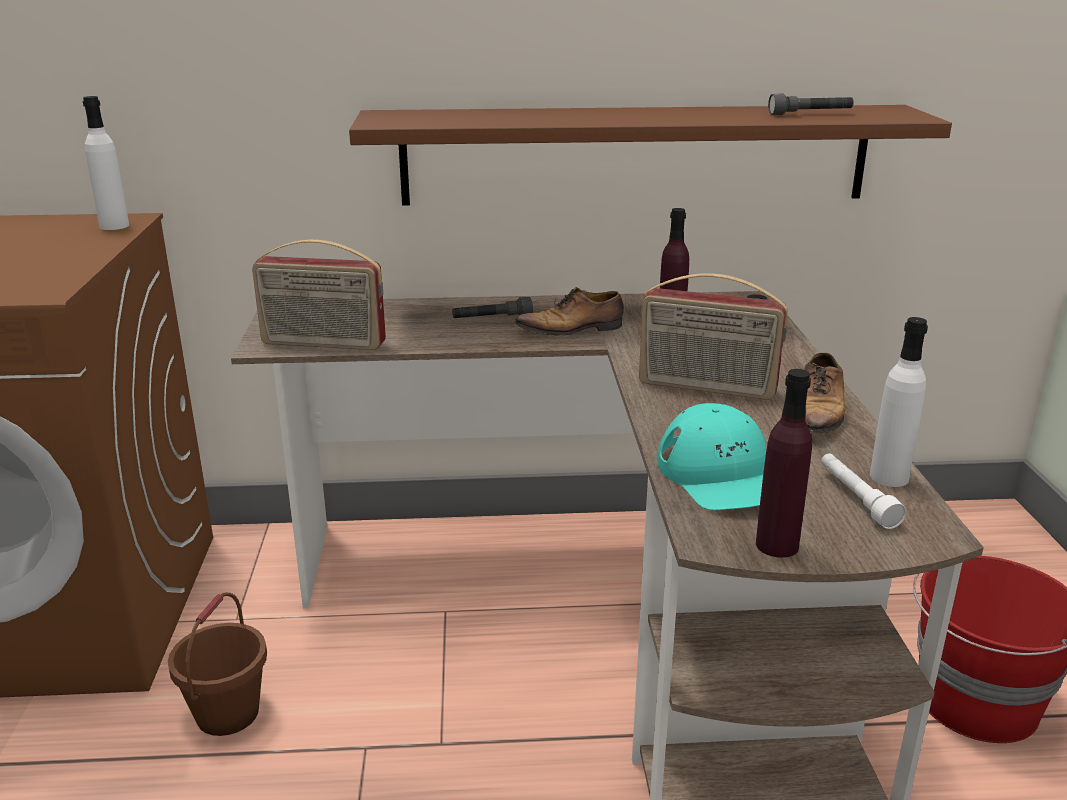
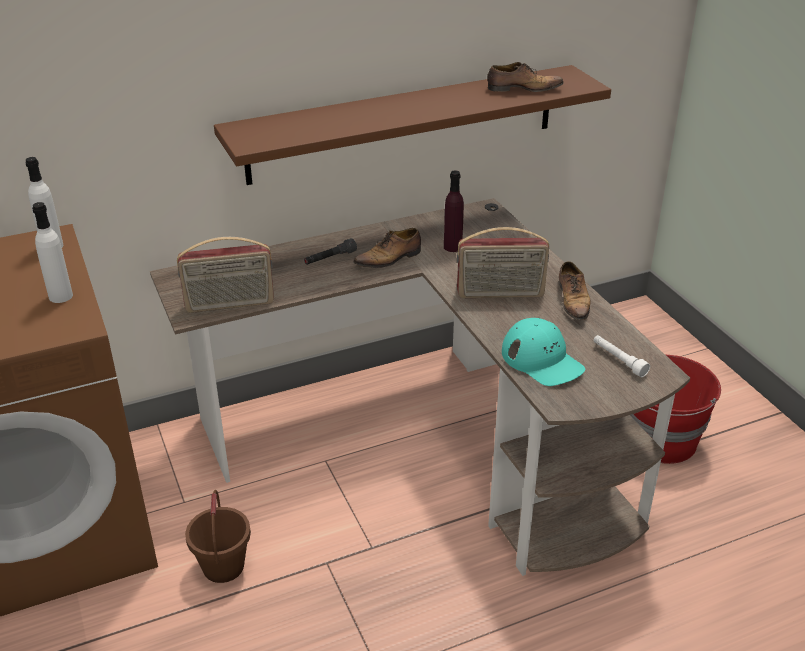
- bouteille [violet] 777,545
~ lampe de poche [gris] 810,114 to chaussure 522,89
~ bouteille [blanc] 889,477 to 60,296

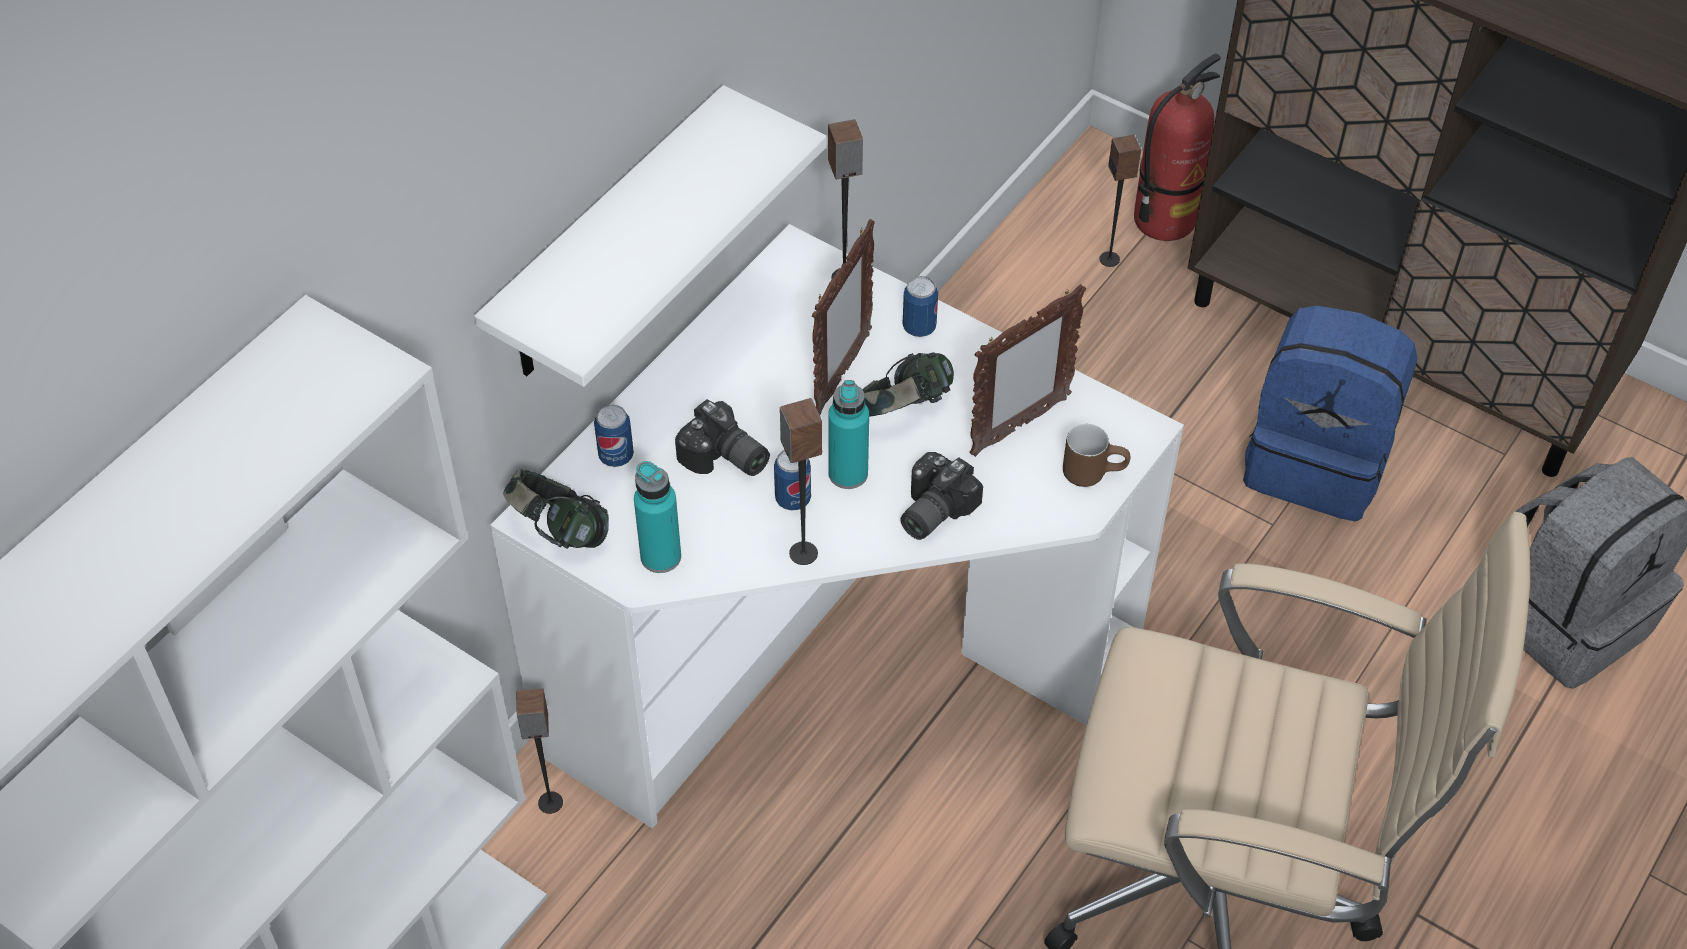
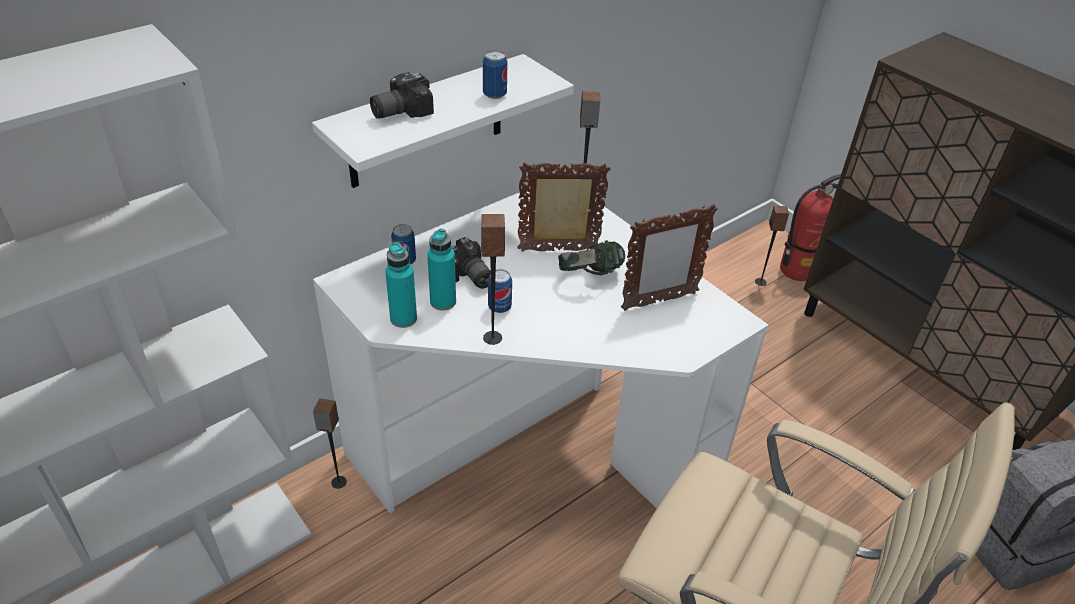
- casque audio 559,531
~ cadre photo 842,375 = 559,251 135 degrees counterclockwise
~ bouteille [turquoise] 848,473 to 443,302
~ appareil photo 930,510 to 399,110
~ boîte métallique 919,327 to 494,95
- mug [marron] 1093,471
- sac à dos [bleu] 1317,462

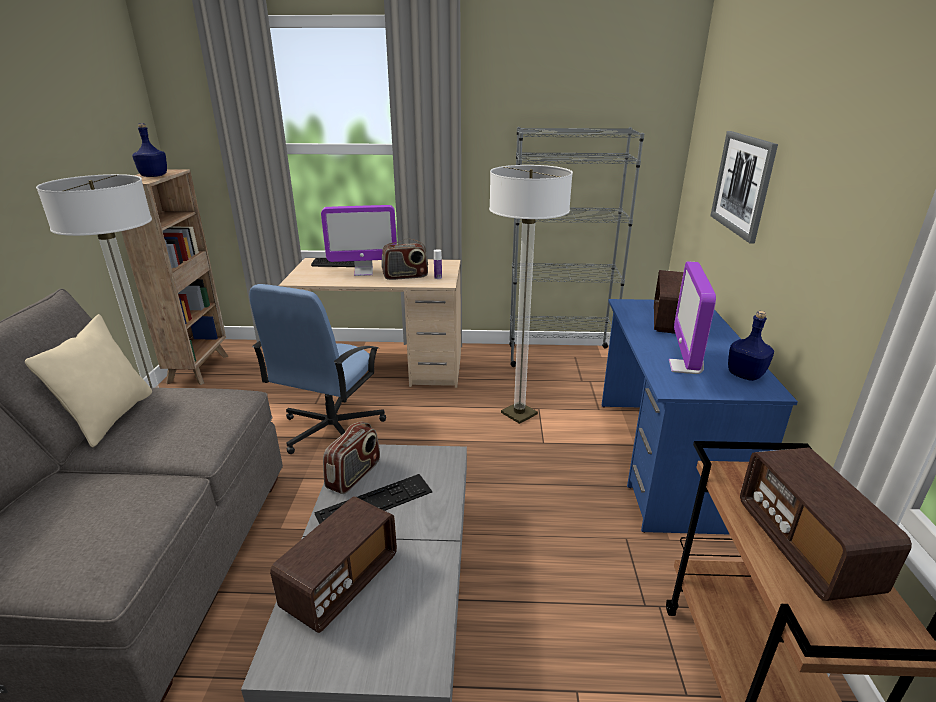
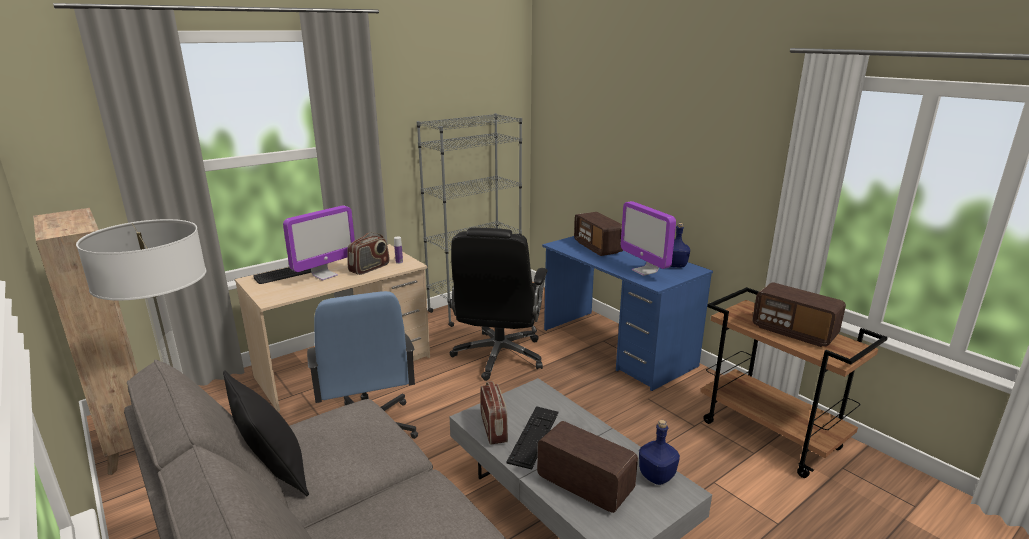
~ coussin [beige] 110,417 to coussin [noir] 274,472
~ bouteille [bleu] 154,176 to 657,476
~ radio 341,583 = 584,485 45 degrees counterclockwise
~ lampadaire 519,414 to chaise de bureau [noir] 499,357
- tableau 742,184

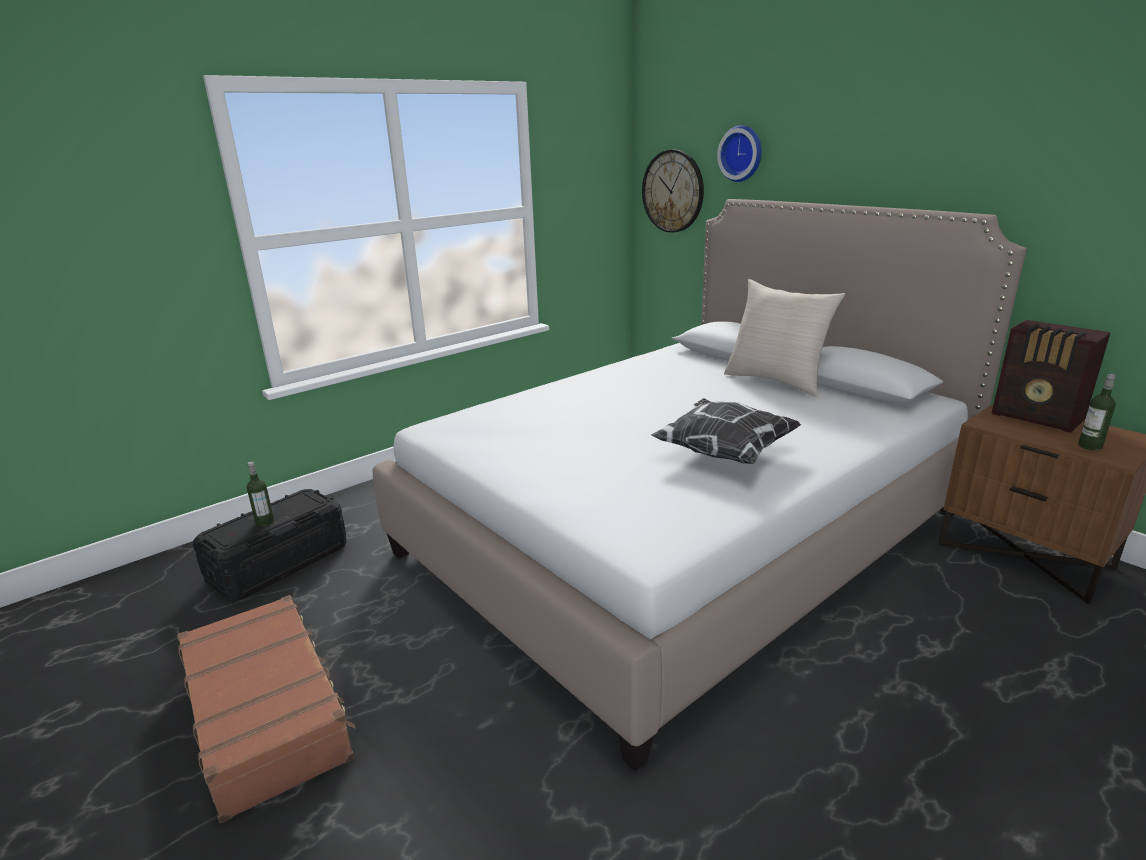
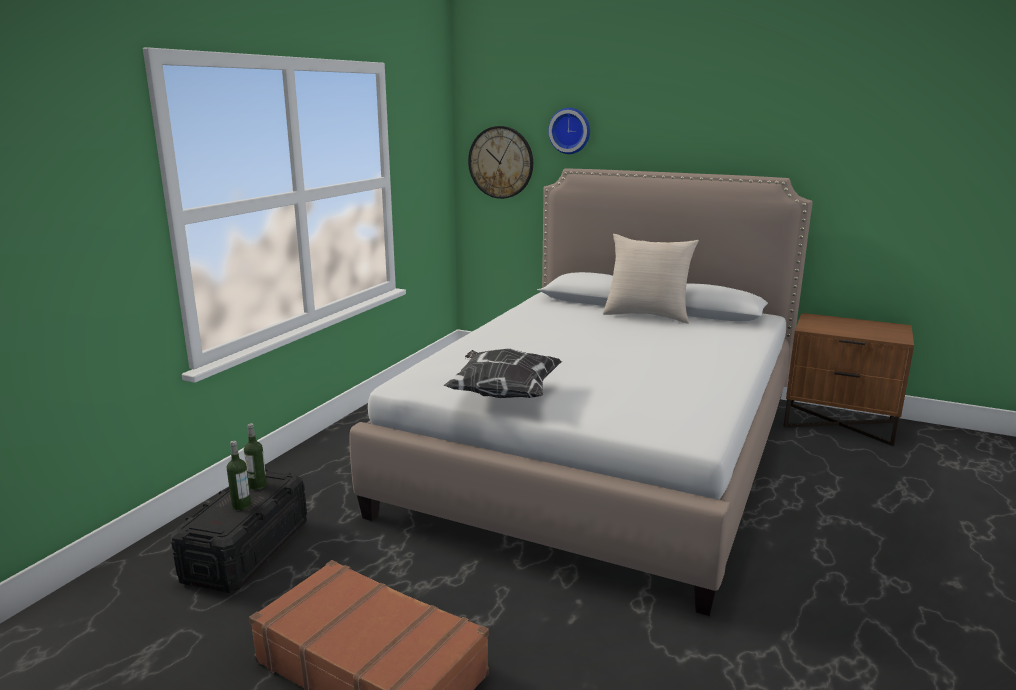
~ coussin 723,452 to 503,394
- radio 1038,418
~ bouteille 1090,446 to 257,485

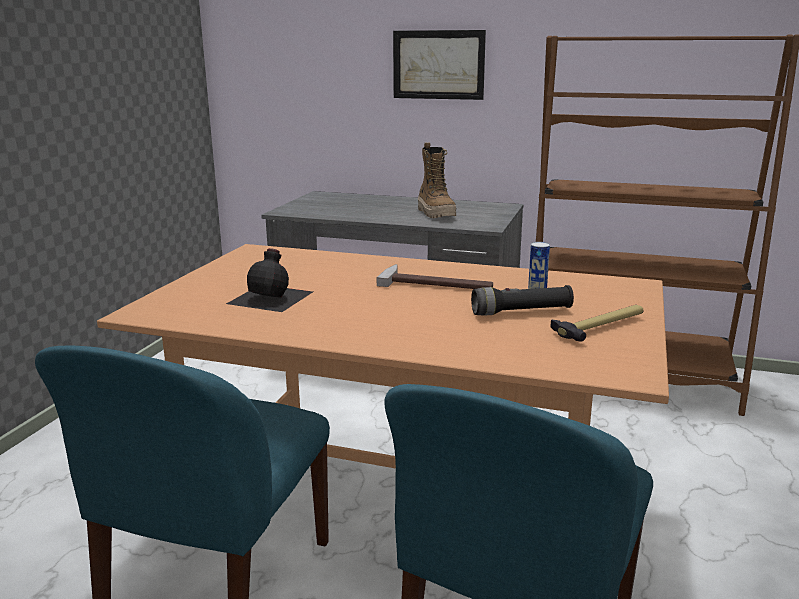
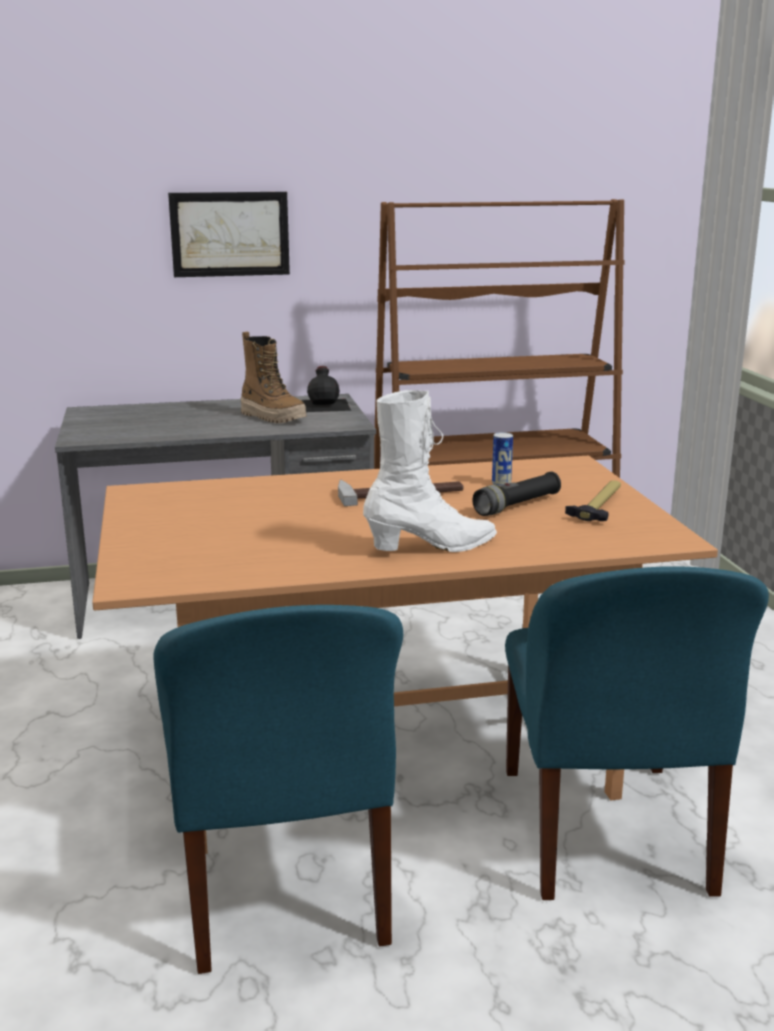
~ bouteille [noir] 272,297 to 324,405
+ botte [blanc] 432,547

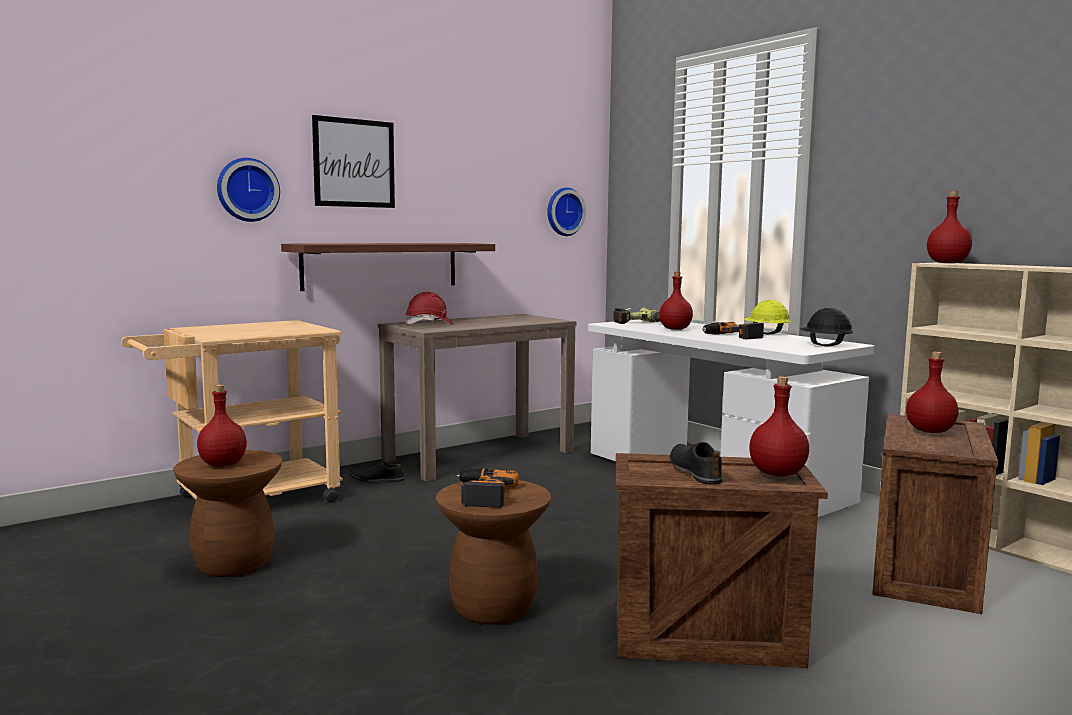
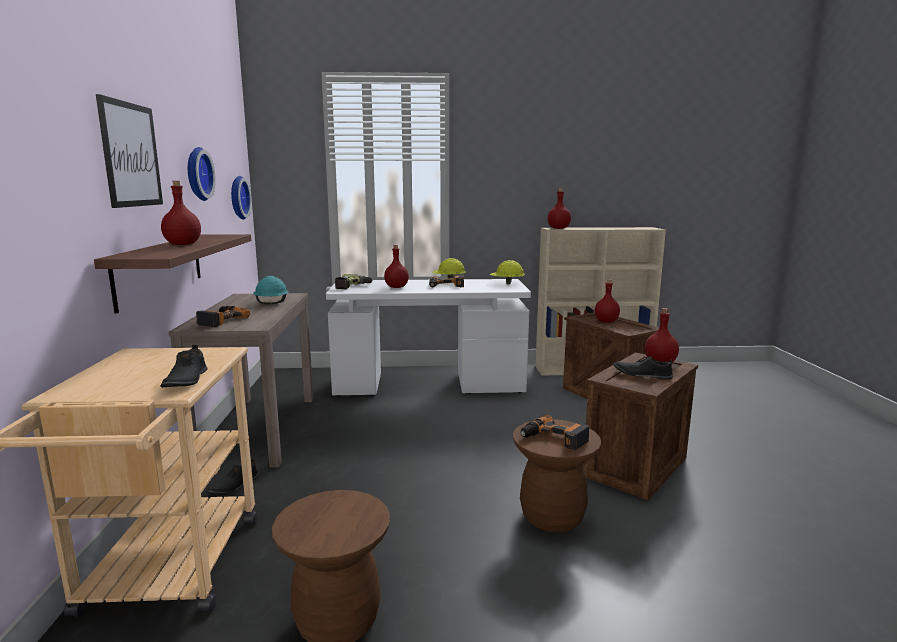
~ bouteille [rouge] 224,464 to 183,244
~ horloge murale 247,190 to 196,174
~ casque de chantier [rouge] 429,324 to perceuse 220,320
~ casque de chantier [noir] 824,345 to casque de chantier [jaune] 507,283
+ chaussure [noir] 185,380
+ casque de chantier [turquoise] 271,303

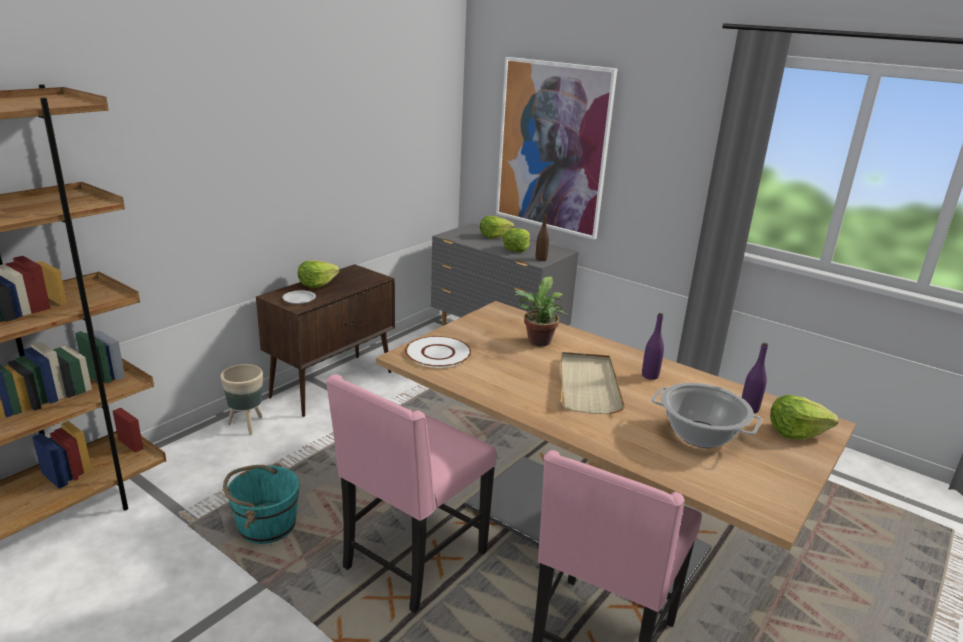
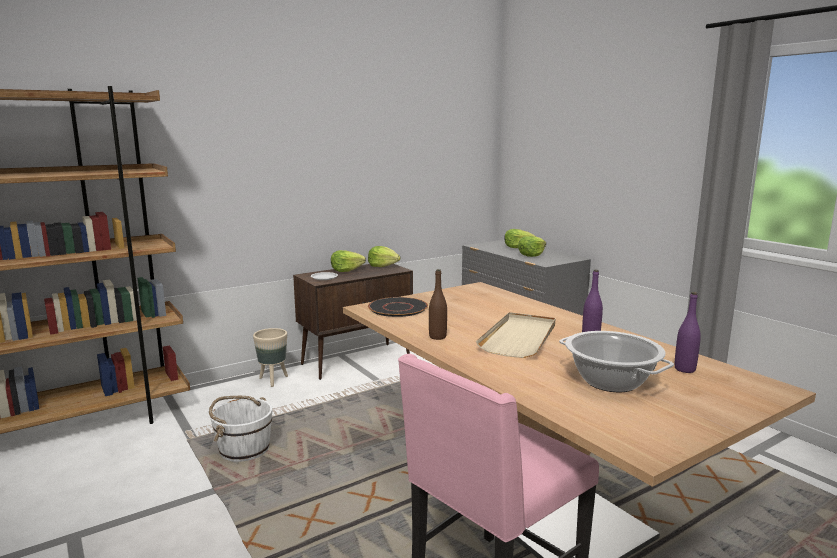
~ seau [turquoise] 266,525 to seau [blanc] 244,449
- chaise [rose] 412,561
~ assiette [blanc] 438,353 to assiette [noir] 398,308
- tableau 552,147
- plante en pot 538,342
~ bouteille [marron] 541,259 to 437,337
~ laitue 795,431 to 383,266

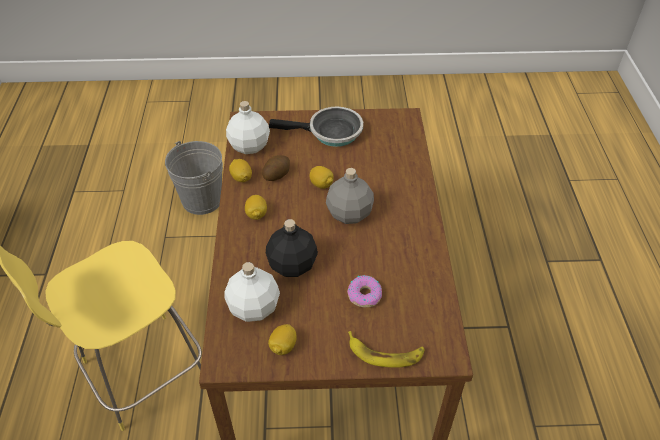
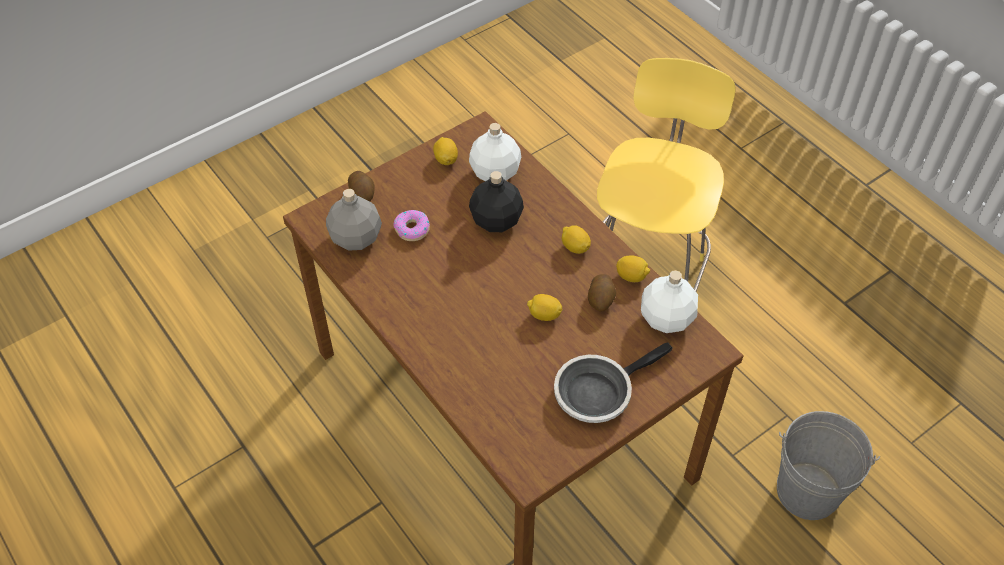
~ bouteille [gris] 349,213 to 356,238
~ banane 385,353 to pomme de terre 362,195

